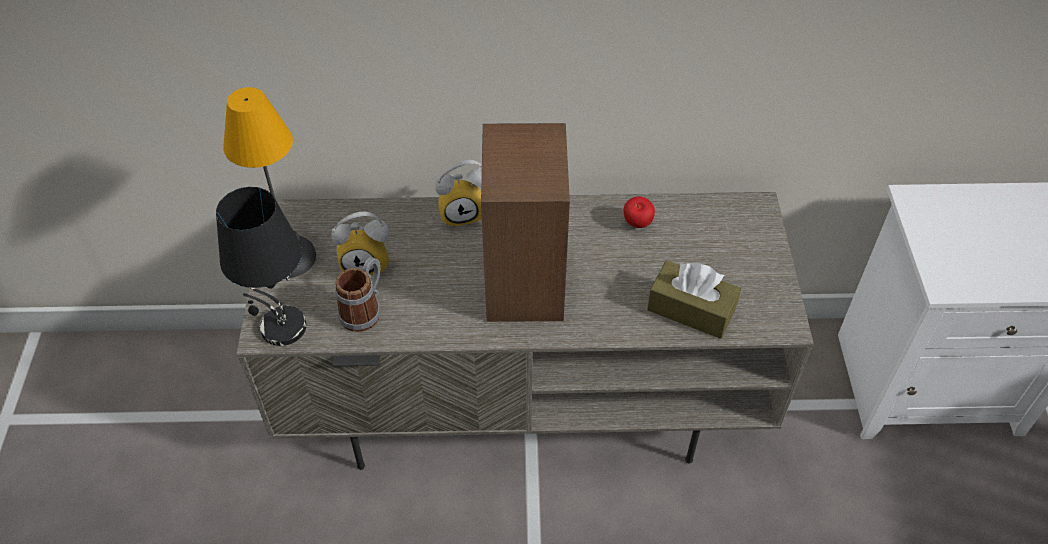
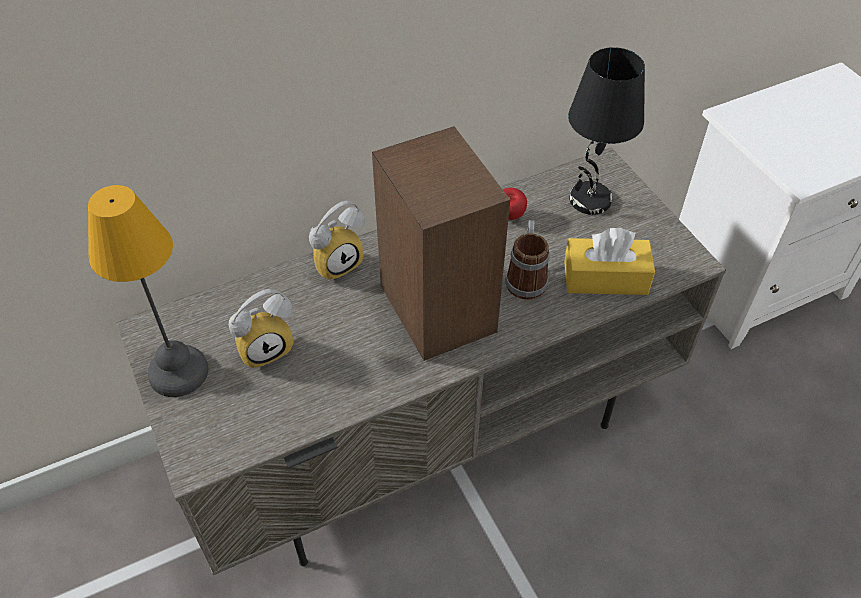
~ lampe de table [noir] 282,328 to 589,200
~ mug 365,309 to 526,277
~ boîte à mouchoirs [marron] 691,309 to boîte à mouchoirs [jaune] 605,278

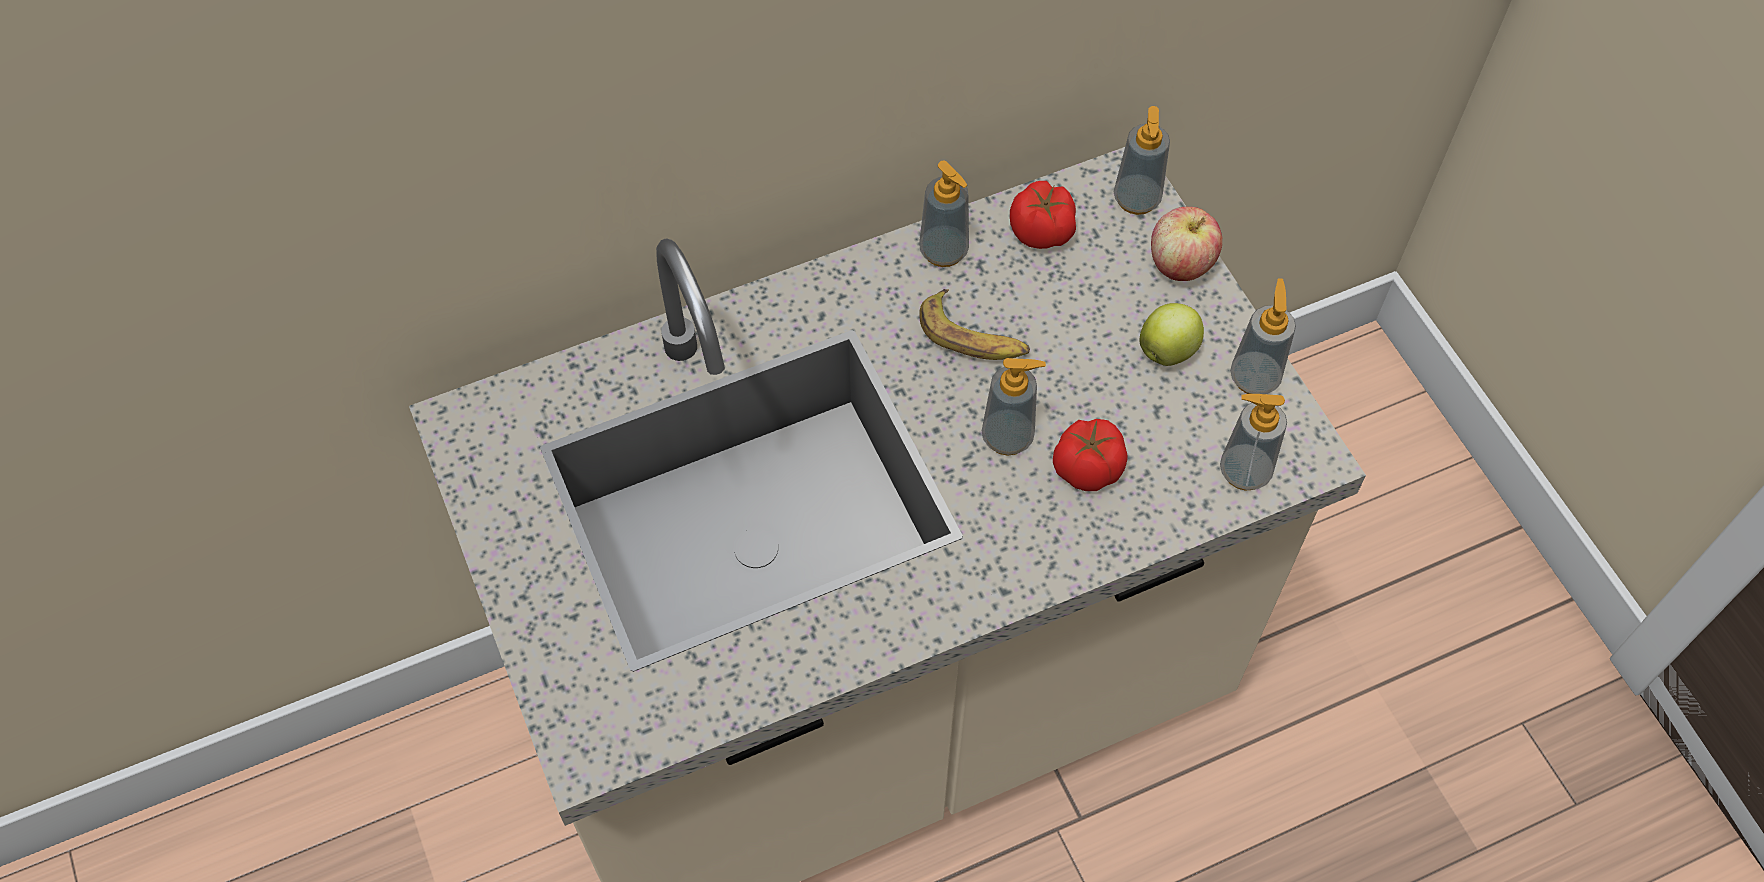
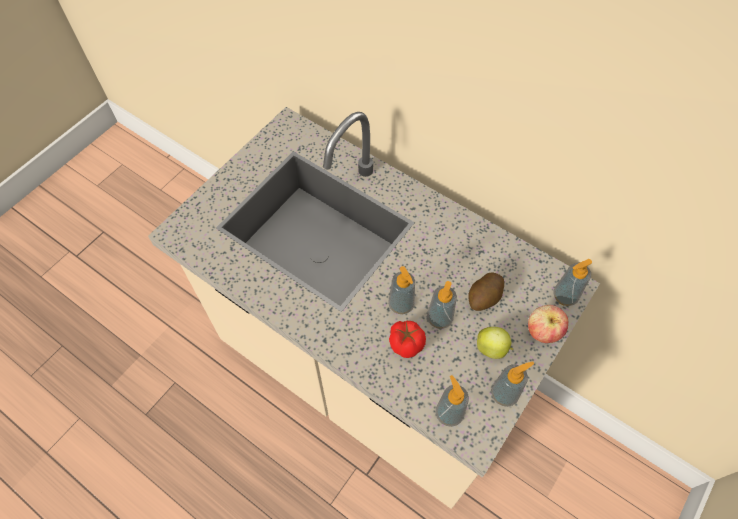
~ distributeur de savon 944,251 to 439,318
- banane 973,337
- tomate 1042,232
+ pomme de terre 484,298

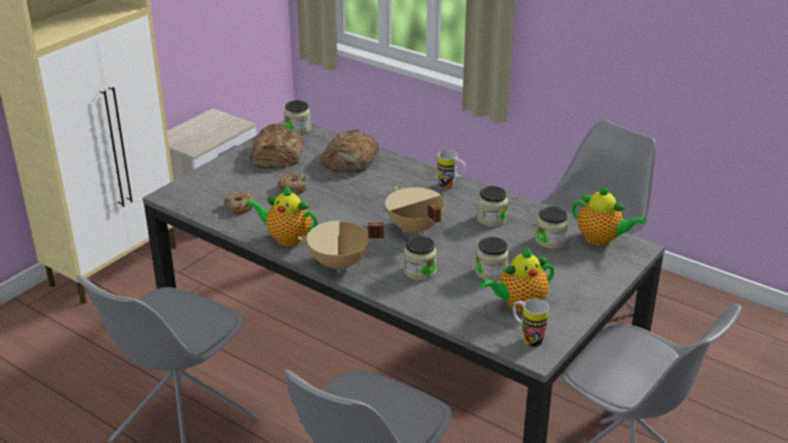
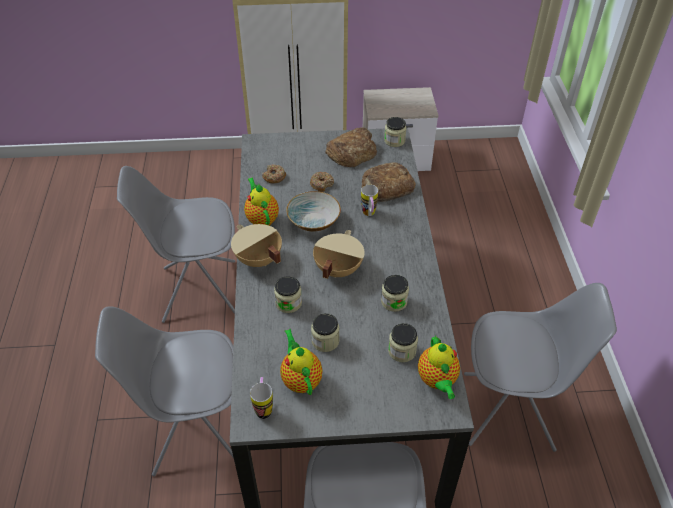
~ mug 451,186 to 369,215
~ théière 519,304 = 301,379 45 degrees clockwise
+ bol 313,221

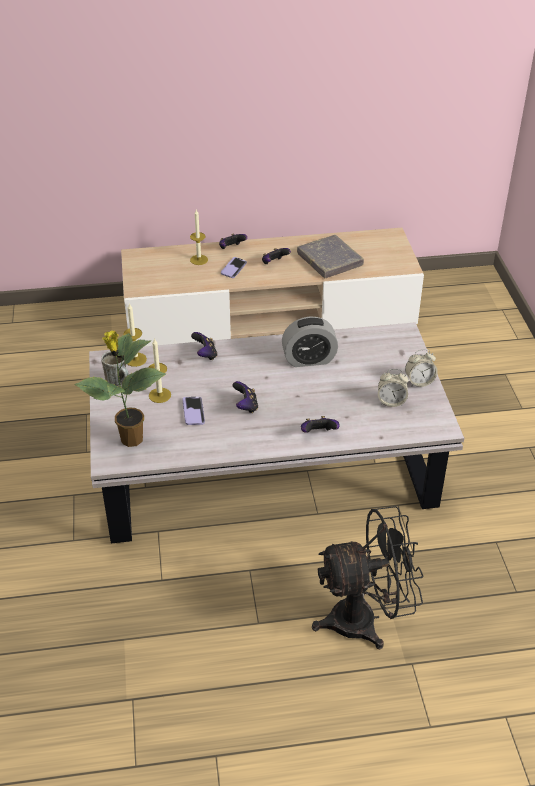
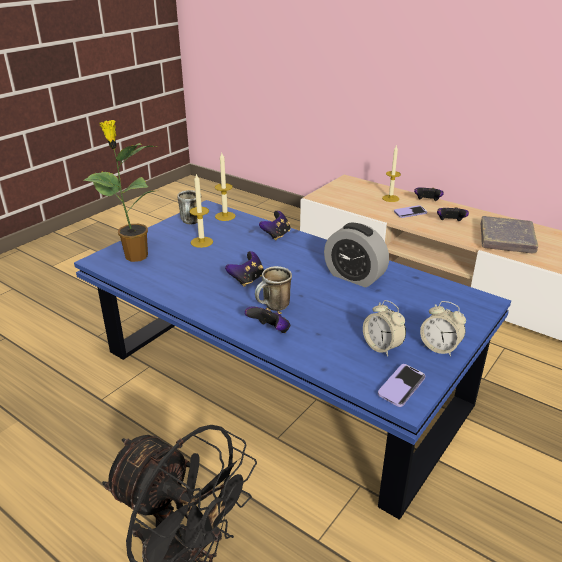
~ table basse [blanc] 268,473 to table basse [bleu] 282,380
~ téléphone 193,411 to 401,386
+ mug 273,307

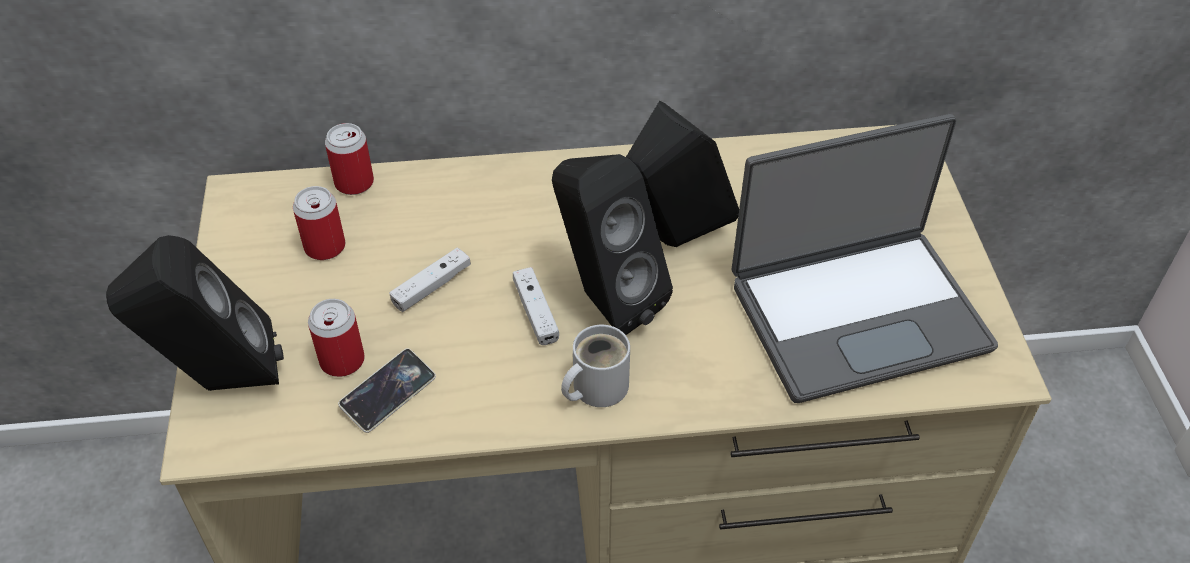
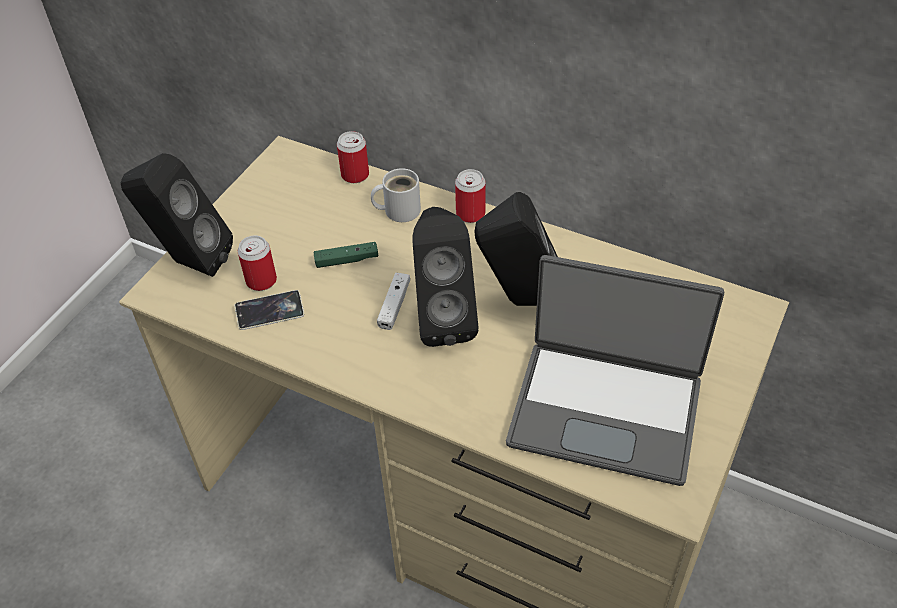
~ boîte métallique 325,247 to 470,214
~ manette [blanc] 431,286 to manette [vert] 346,260
~ mug [blanc] 595,387 to 399,209

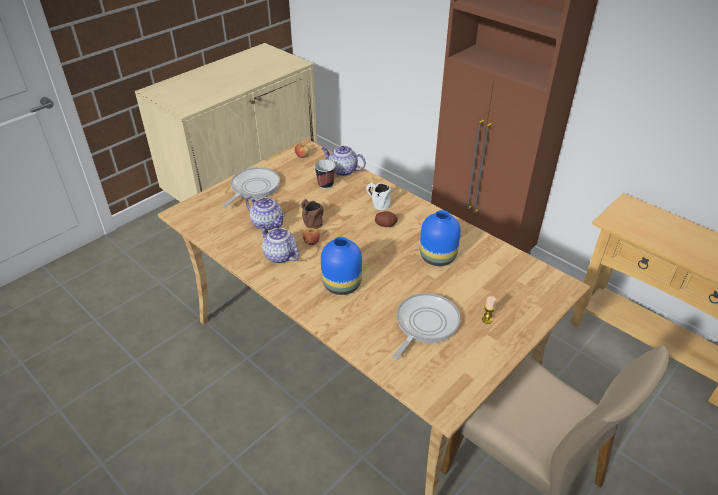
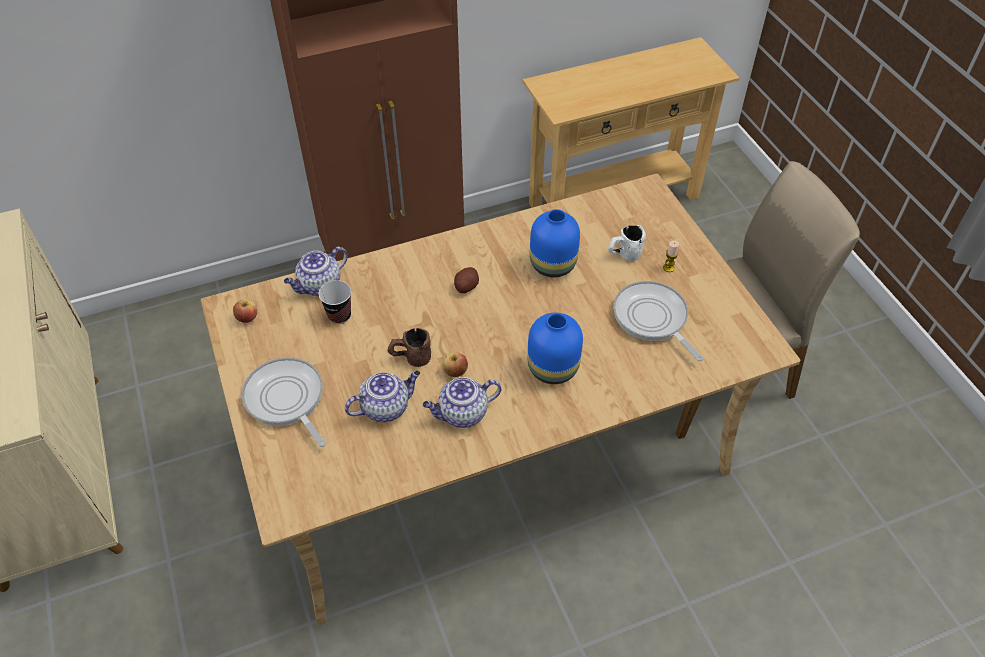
~ mug [blanc] 377,203 to 623,255

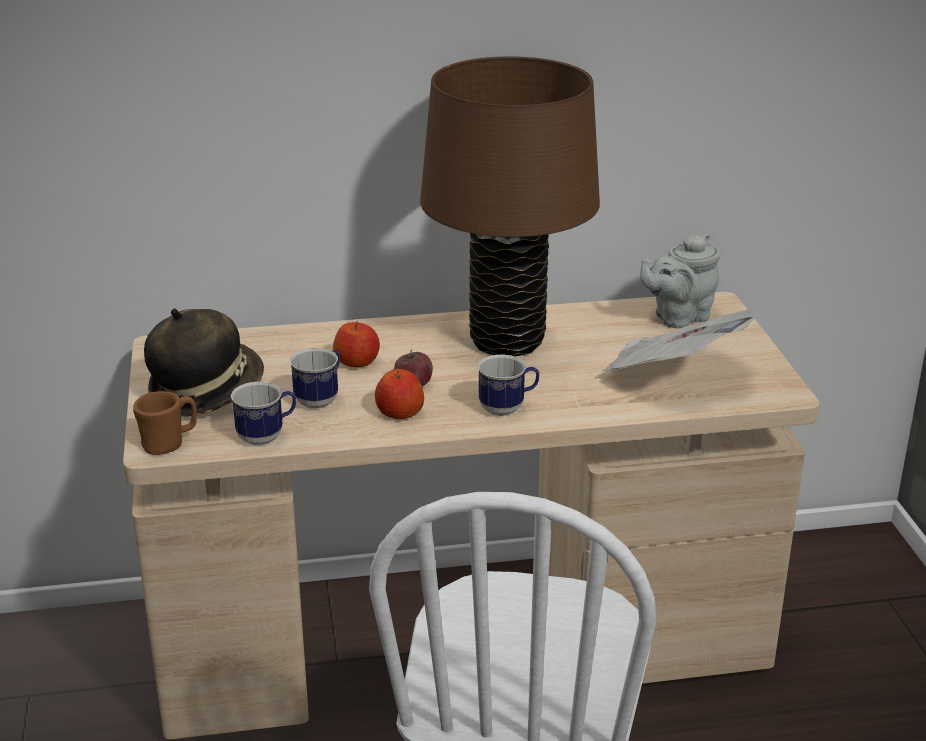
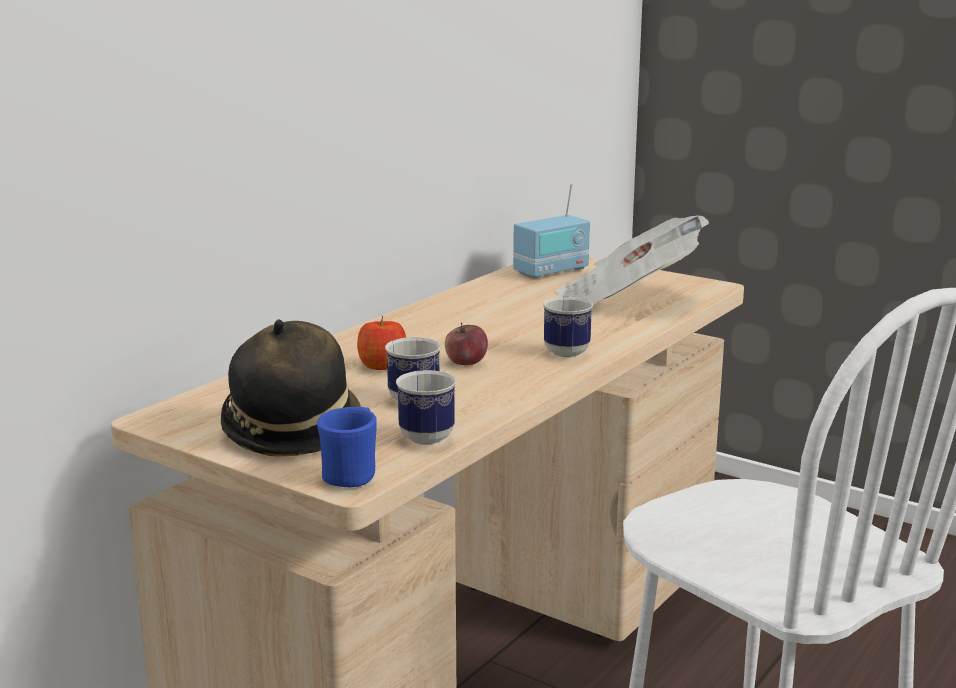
~ mug [marron] 169,444 to mug [bleu] 353,474
- pomme 399,413
- lampe de table [marron] 507,341
~ théière [gris] 678,317 to radio 551,271

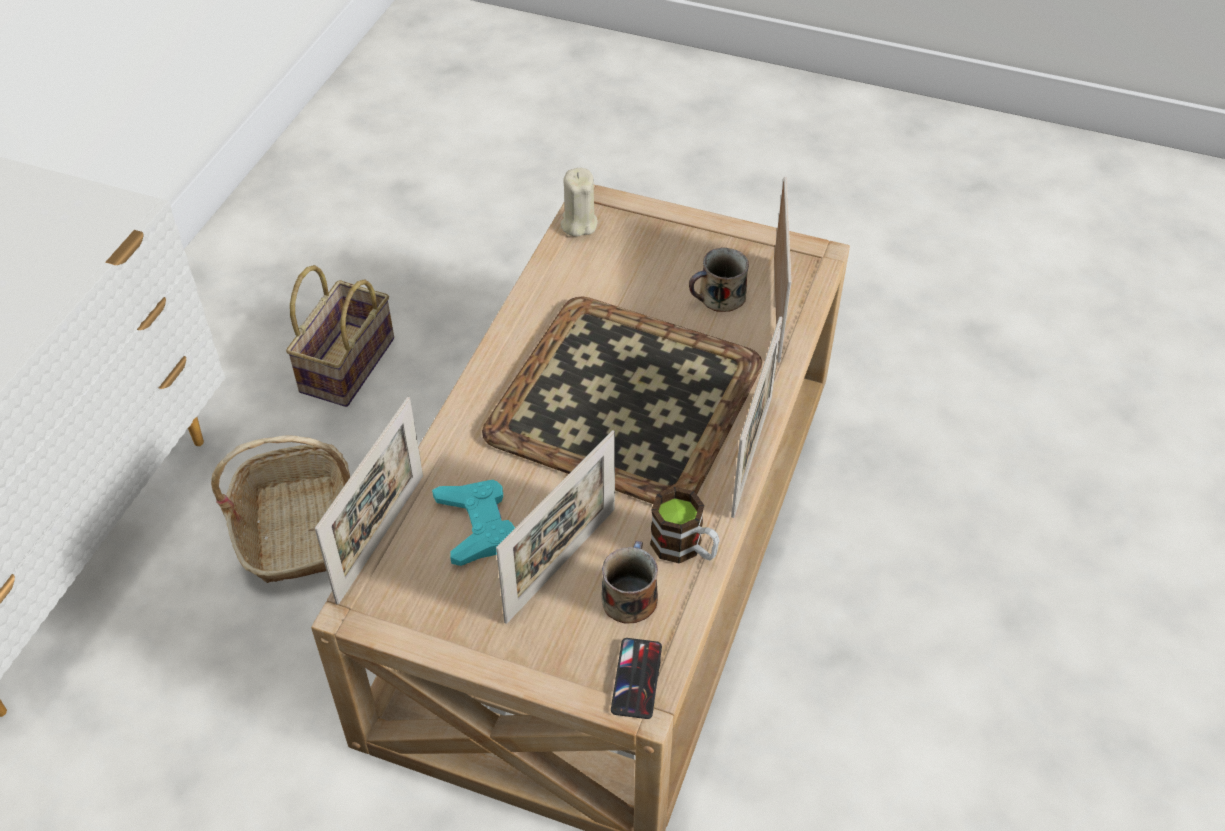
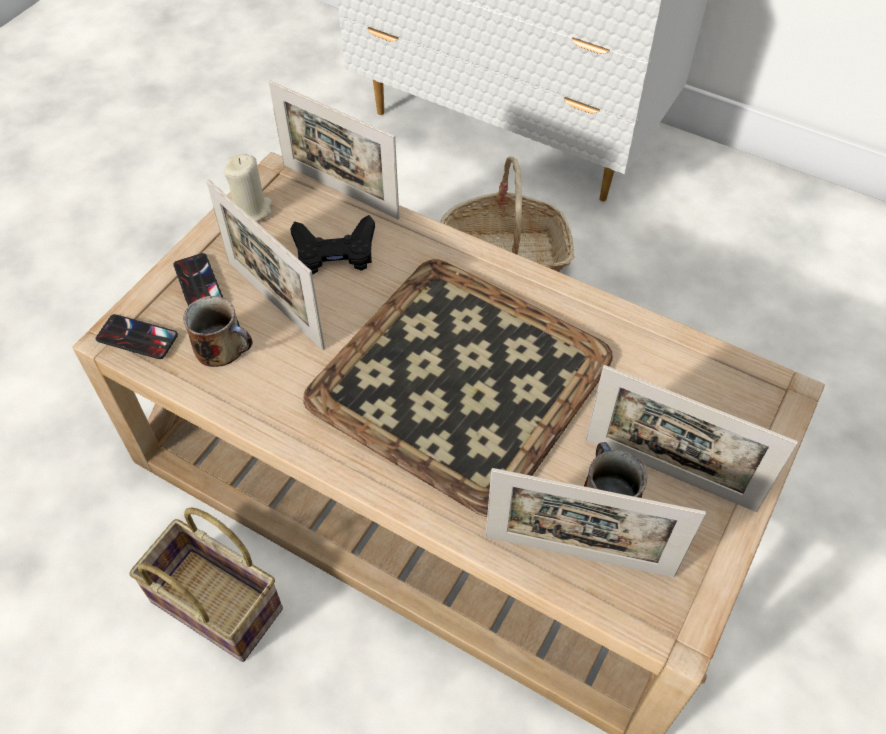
~ panier 346,362 to 221,604
~ manette [turquoise] 476,526 to manette [noir] 335,251
~ bougie [beige] 578,224 to 251,210
- mug 685,548
~ cadre photo 752,455 to 669,474
+ téléphone 198,283

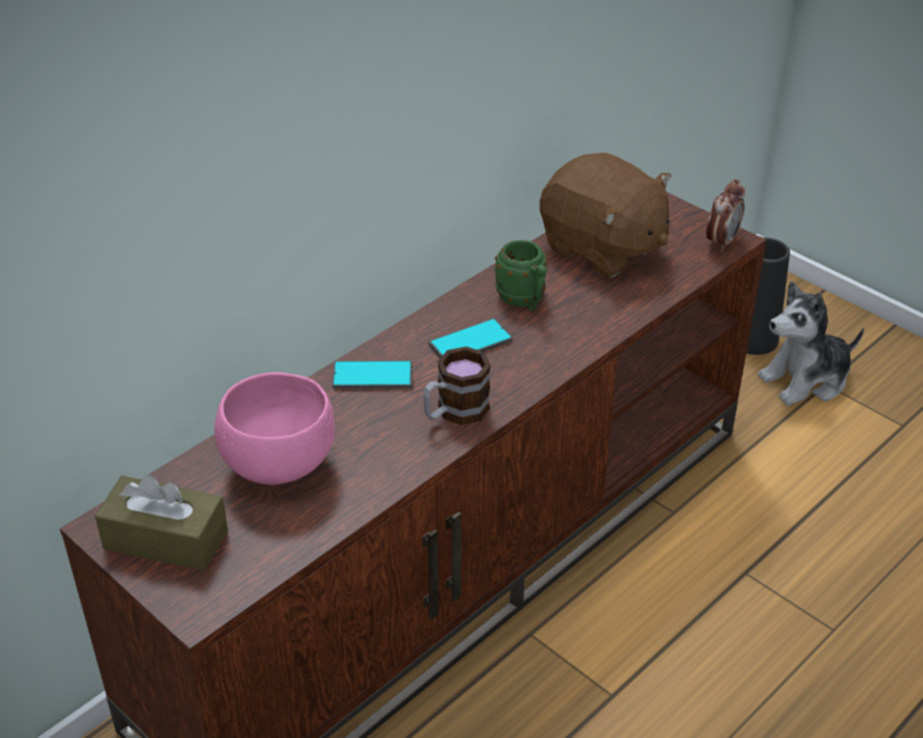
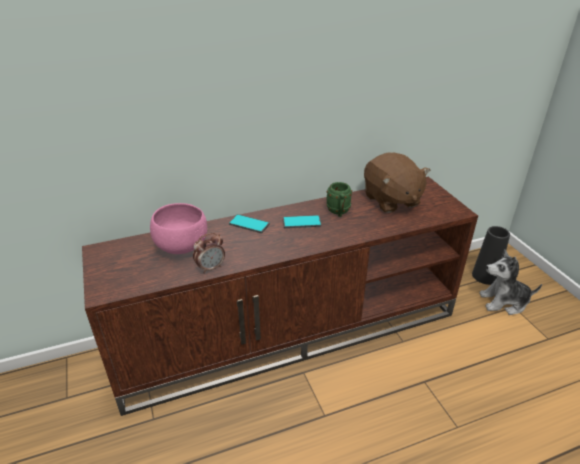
- boîte à mouchoirs [marron] 166,539
- mug 454,412
~ réveil 721,241 to 211,268

